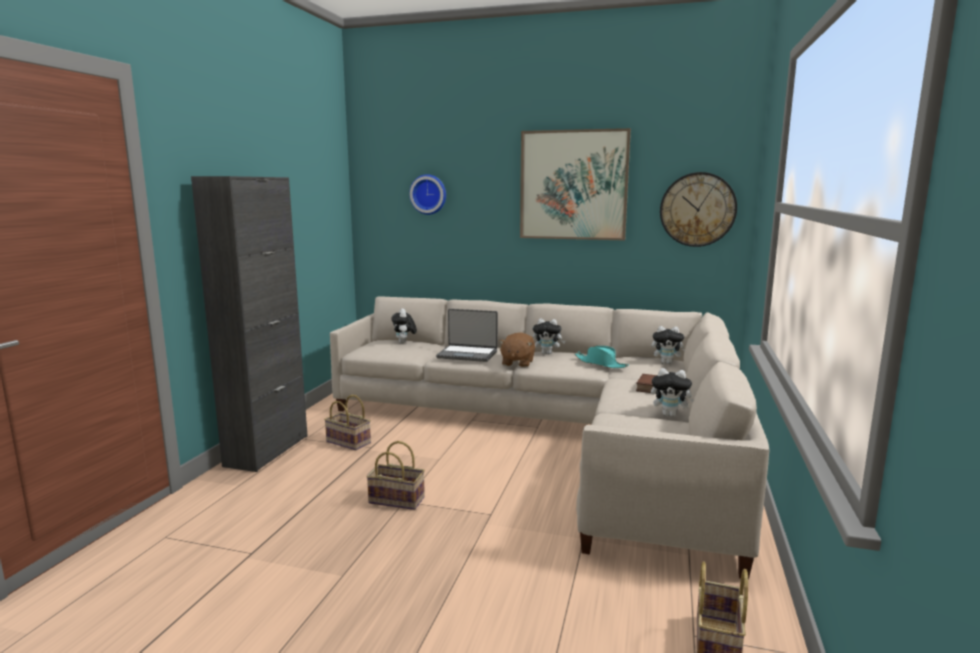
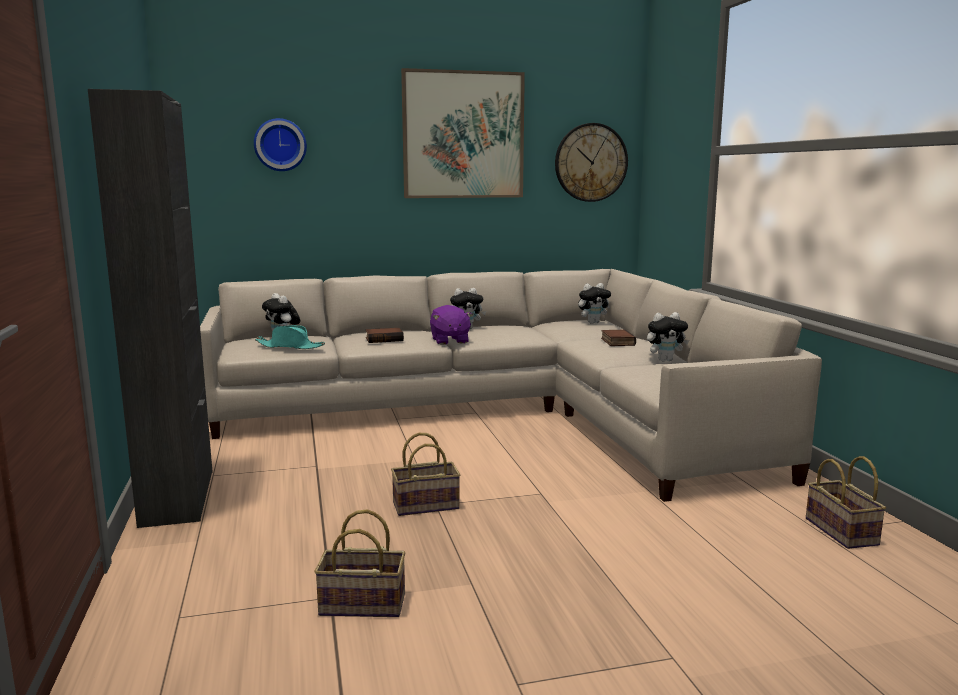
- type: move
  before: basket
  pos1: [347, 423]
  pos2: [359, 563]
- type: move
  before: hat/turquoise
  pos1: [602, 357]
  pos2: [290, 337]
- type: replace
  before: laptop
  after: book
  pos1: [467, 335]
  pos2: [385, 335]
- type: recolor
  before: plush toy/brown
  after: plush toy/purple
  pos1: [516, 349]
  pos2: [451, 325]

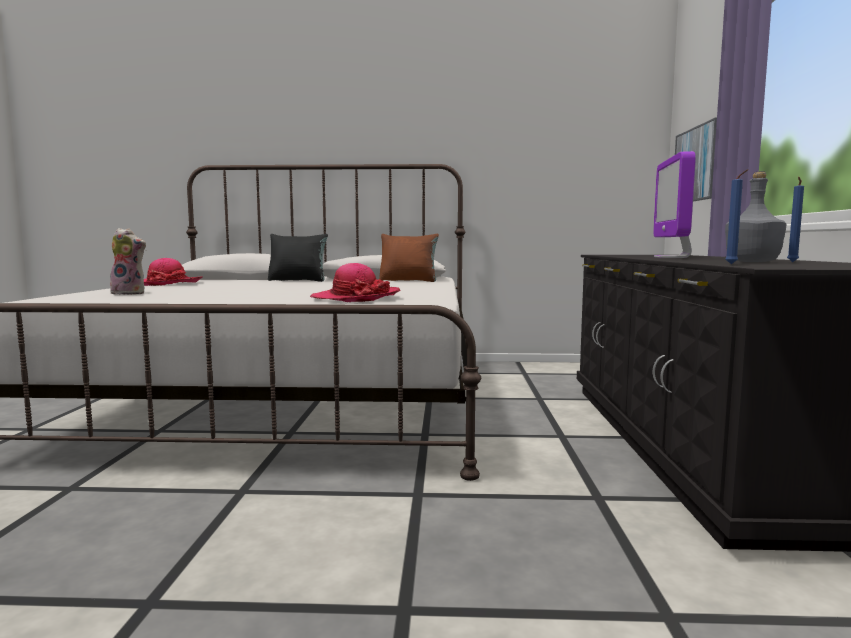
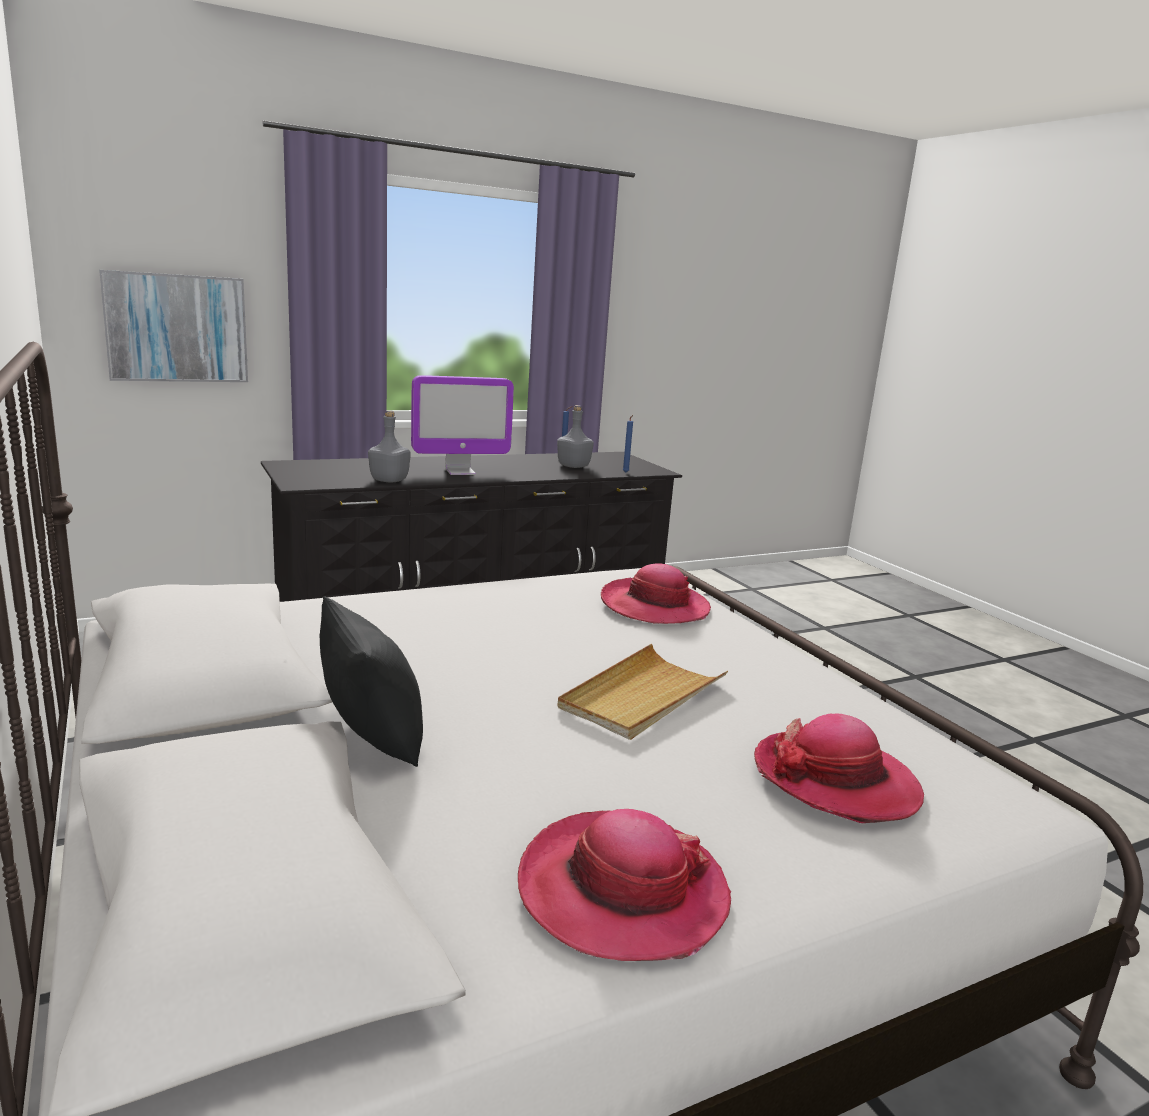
- type: delete
  before: pillow/brown
  pos1: [409, 258]
- type: insert
  after: bottle/grey
  pos2: [389, 446]
- type: insert
  after: tray/beige
  pos2: [642, 692]
- type: replace
  before: plush toy
  after: hat
  pos1: [128, 261]
  pos2: [839, 768]

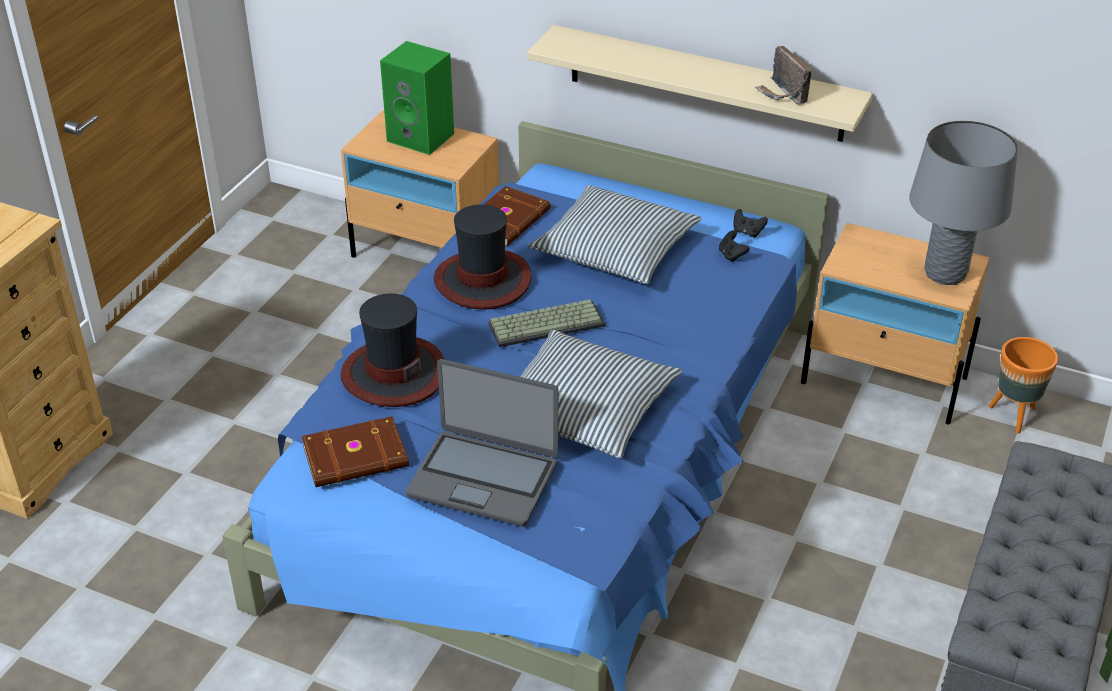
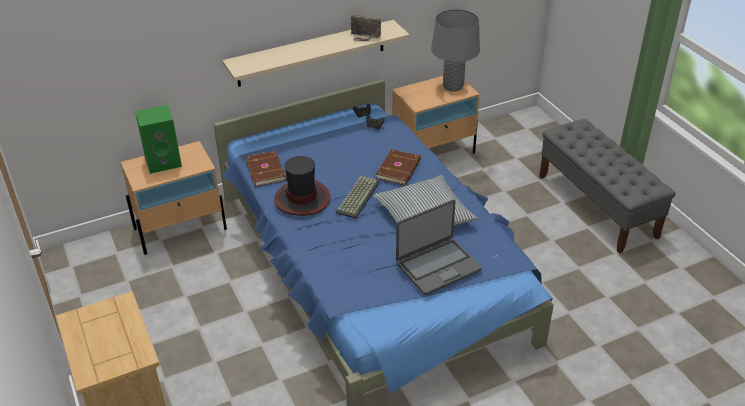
- type: delete
  before: hat
  pos1: [392, 350]
- type: delete
  before: pillow
  pos1: [615, 234]
- type: delete
  before: planter/orange
  pos1: [1023, 385]
- type: move
  before: book/brown
  pos1: [355, 451]
  pos2: [398, 167]

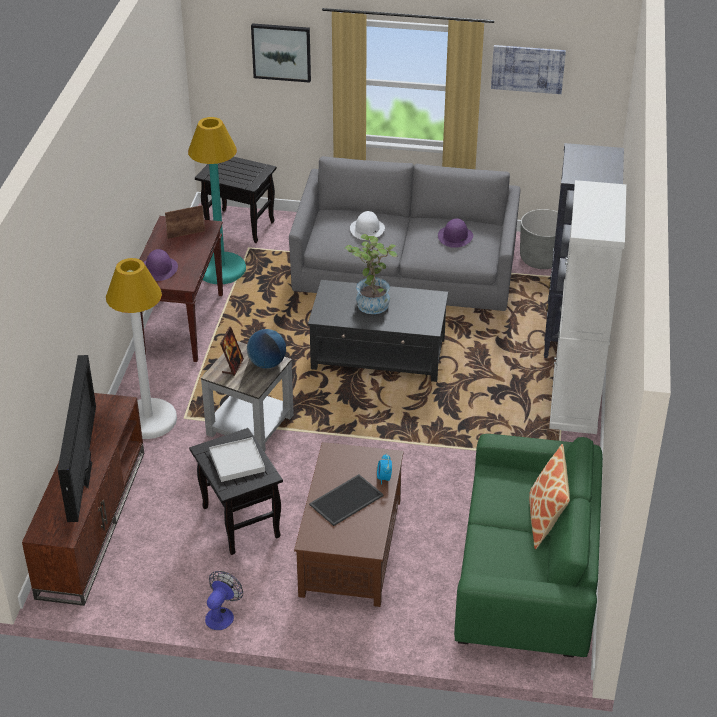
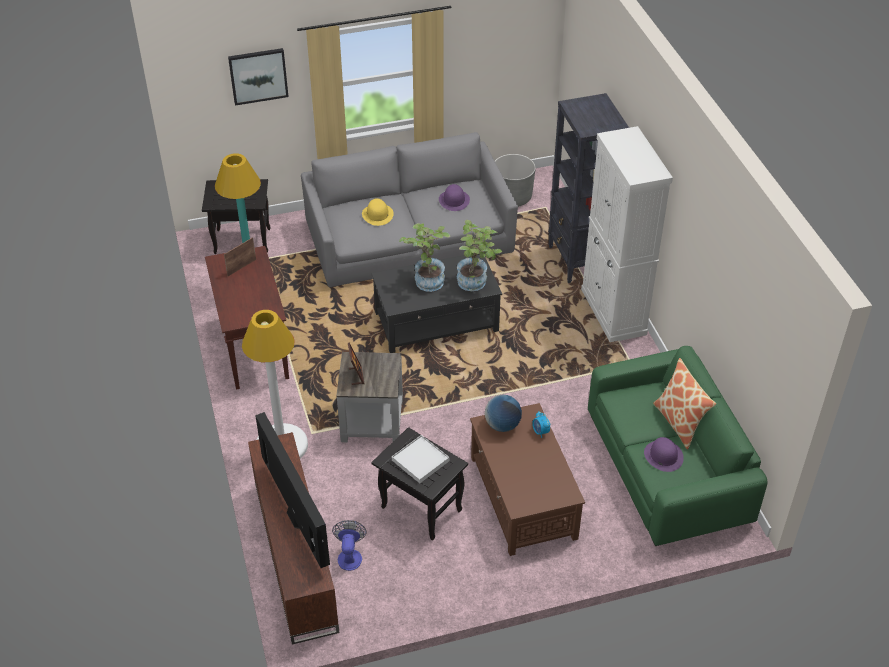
- type: delete
  before: tray
  pos1: [346, 500]
- type: delete
  before: picture
  pos1: [528, 69]
- type: insert
  after: potted plant
  pos2: [479, 255]
- type: move
  before: hat/purple
  pos1: [160, 265]
  pos2: [664, 454]
- type: move
  before: fan
  pos1: [224, 600]
  pos2: [349, 545]
- type: move
  before: globe
  pos1: [266, 348]
  pos2: [503, 413]
- type: recolor
  before: hat/white
  after: hat/yellow
  pos1: [367, 225]
  pos2: [378, 212]

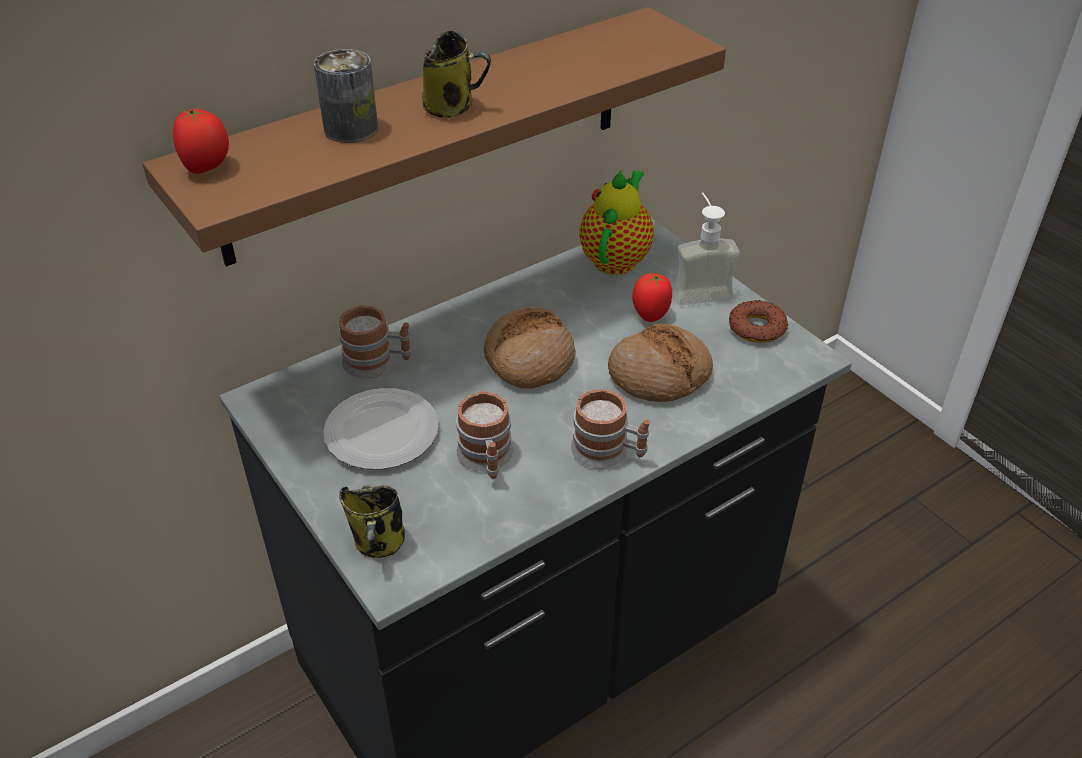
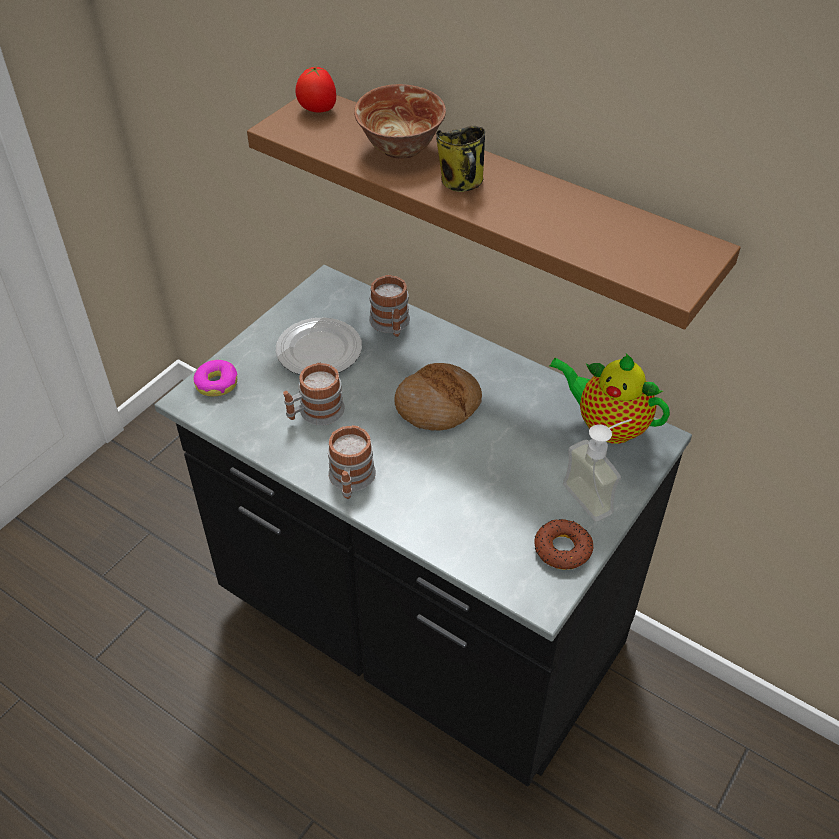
- type: delete
  before: bread
  pos1: [660, 363]
- type: delete
  before: tomato
  pos1: [652, 297]
- type: replace
  before: can
  after: bowl
  pos1: [346, 96]
  pos2: [400, 121]
- type: replace
  before: mug
  after: donut
  pos1: [372, 521]
  pos2: [215, 378]
- type: rotate
  before: teapot
  pos1: [616, 222]
  pos2: [609, 398]
  turn: -150

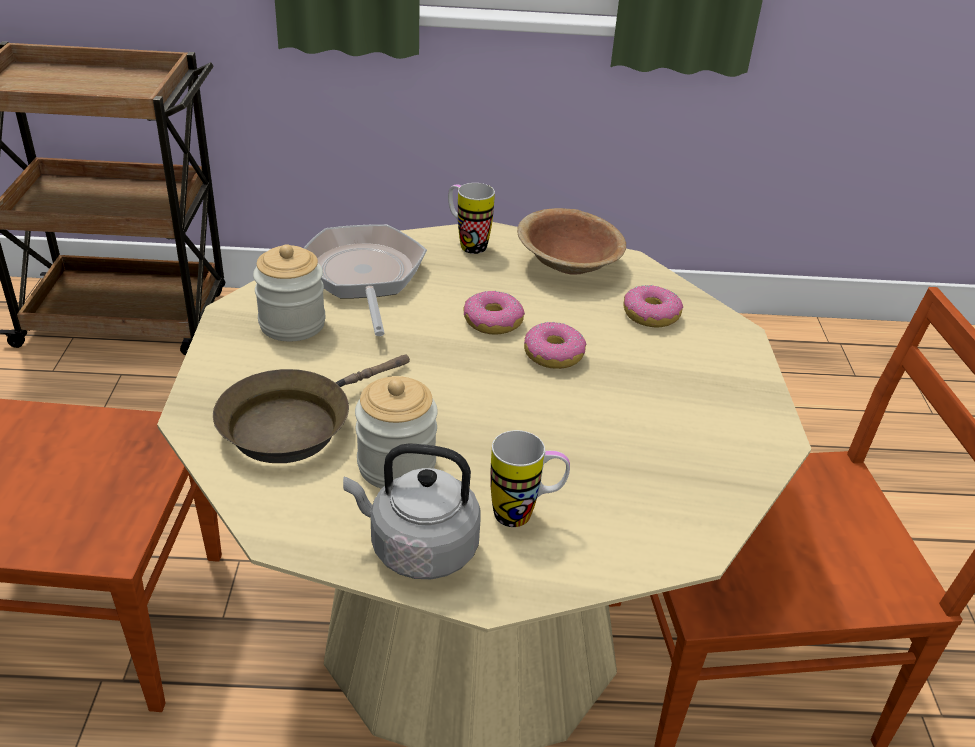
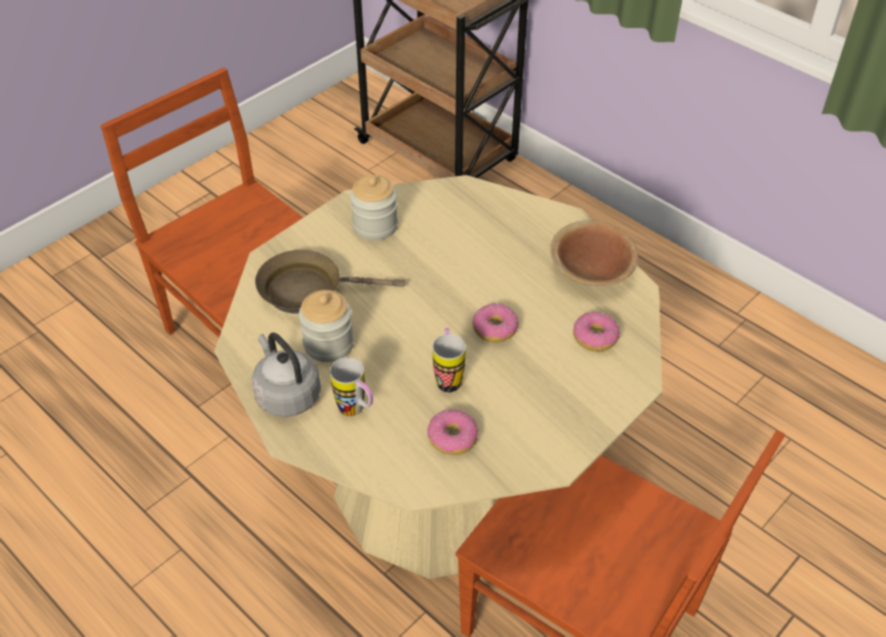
- type: delete
  before: frying pan
  pos1: [365, 280]
- type: move
  before: mug
  pos1: [471, 218]
  pos2: [449, 360]
- type: move
  before: donut
  pos1: [494, 312]
  pos2: [453, 432]

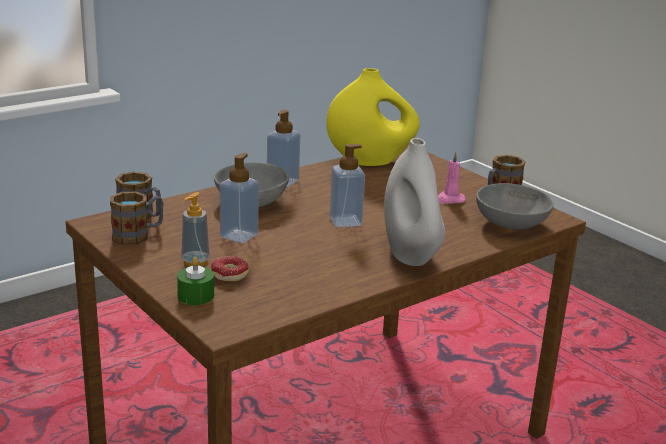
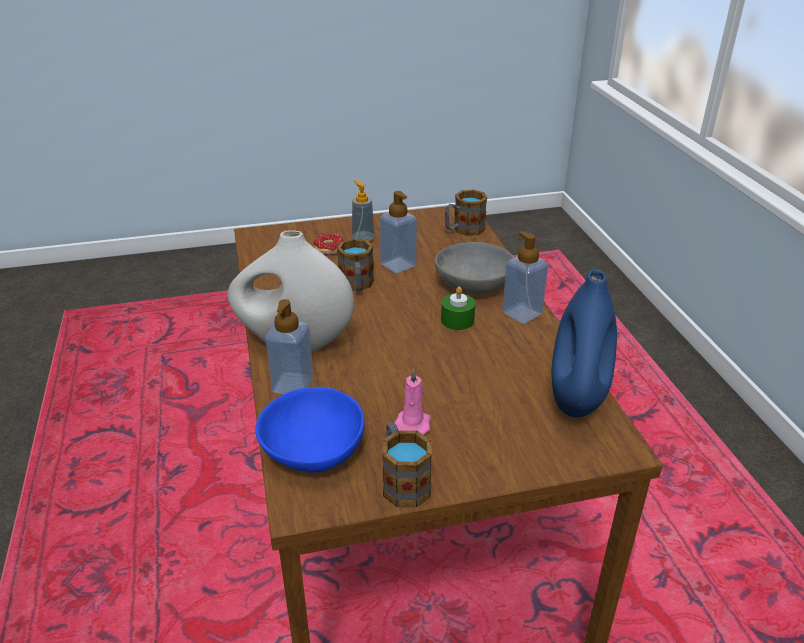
- type: move
  before: mug
  pos1: [136, 218]
  pos2: [355, 264]
- type: move
  before: candle/green
  pos1: [195, 281]
  pos2: [458, 308]
- type: move
  before: soap dispenser
  pos1: [347, 185]
  pos2: [289, 346]
- type: recolor
  before: vase/yellow
  after: vase/blue
  pos1: [373, 117]
  pos2: [584, 343]
- type: recolor
  before: bowl/grey
  after: bowl/blue
  pos1: [515, 206]
  pos2: [310, 430]

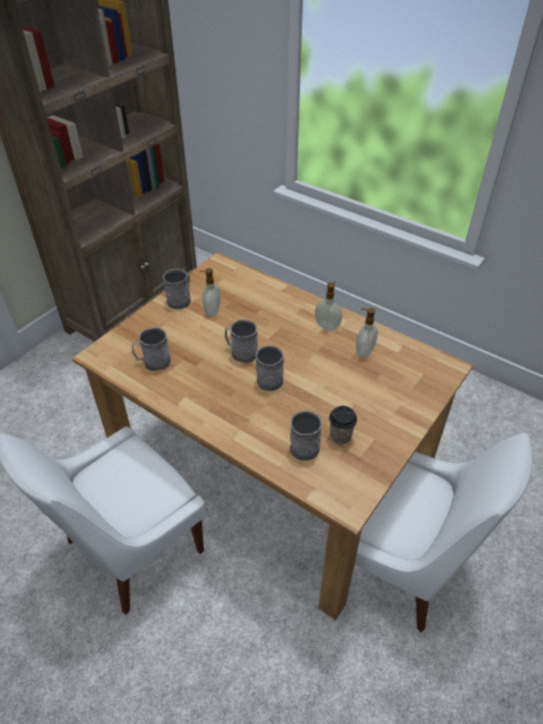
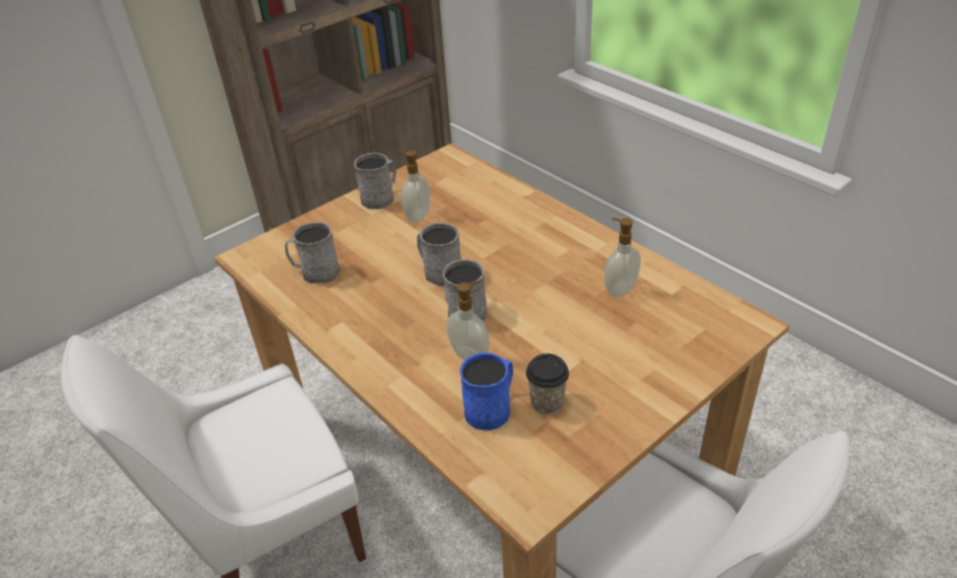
- type: move
  before: soap dispenser
  pos1: [328, 306]
  pos2: [468, 320]
- type: recolor
  before: mug/grey
  after: mug/blue
  pos1: [306, 436]
  pos2: [486, 391]

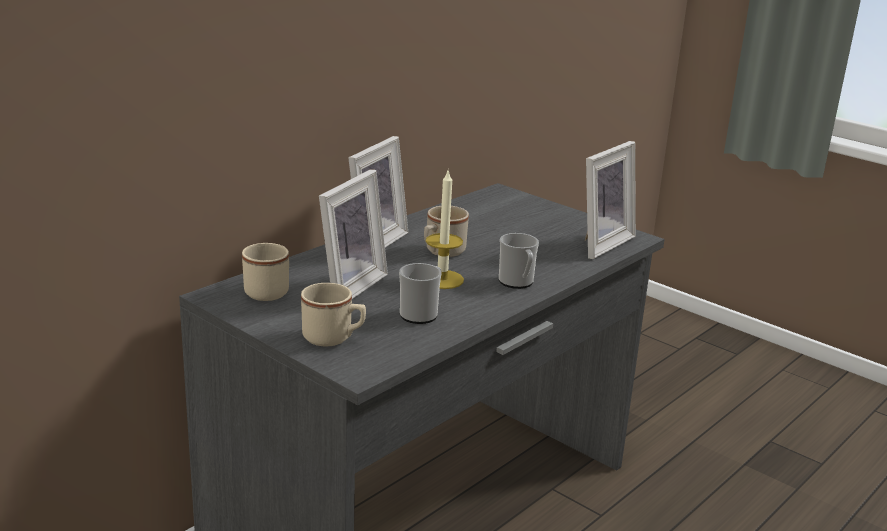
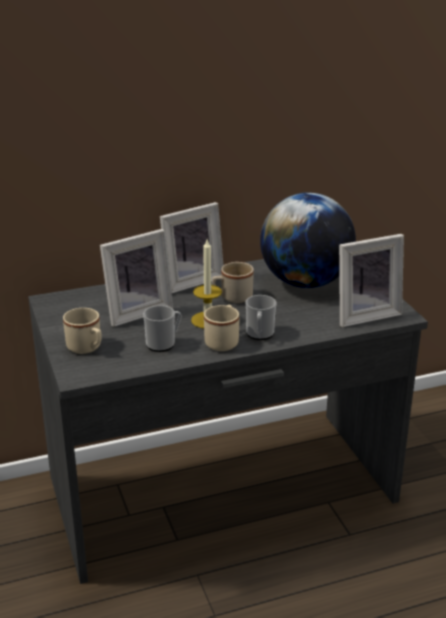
- type: insert
  after: globe
  pos2: [308, 240]
- type: move
  before: mug/beige
  pos1: [265, 272]
  pos2: [221, 328]

